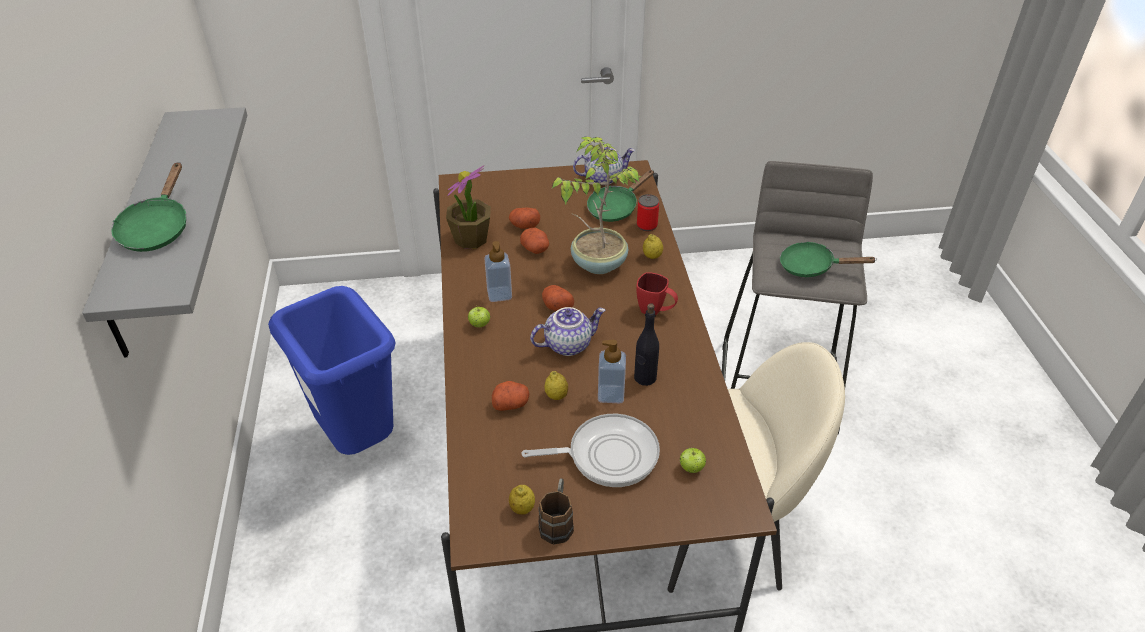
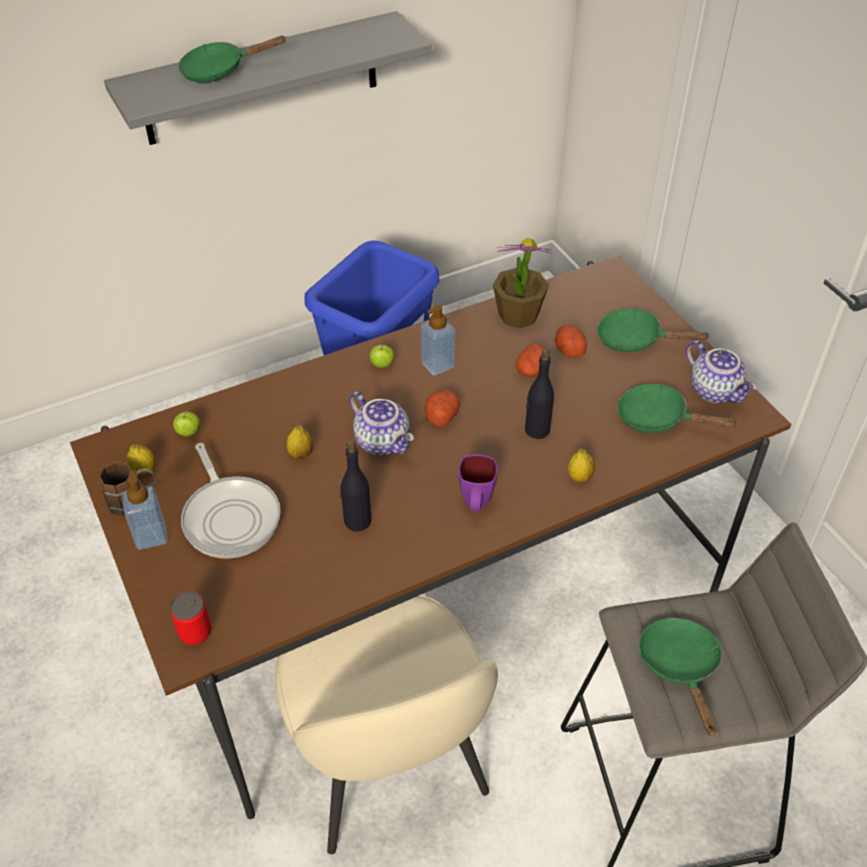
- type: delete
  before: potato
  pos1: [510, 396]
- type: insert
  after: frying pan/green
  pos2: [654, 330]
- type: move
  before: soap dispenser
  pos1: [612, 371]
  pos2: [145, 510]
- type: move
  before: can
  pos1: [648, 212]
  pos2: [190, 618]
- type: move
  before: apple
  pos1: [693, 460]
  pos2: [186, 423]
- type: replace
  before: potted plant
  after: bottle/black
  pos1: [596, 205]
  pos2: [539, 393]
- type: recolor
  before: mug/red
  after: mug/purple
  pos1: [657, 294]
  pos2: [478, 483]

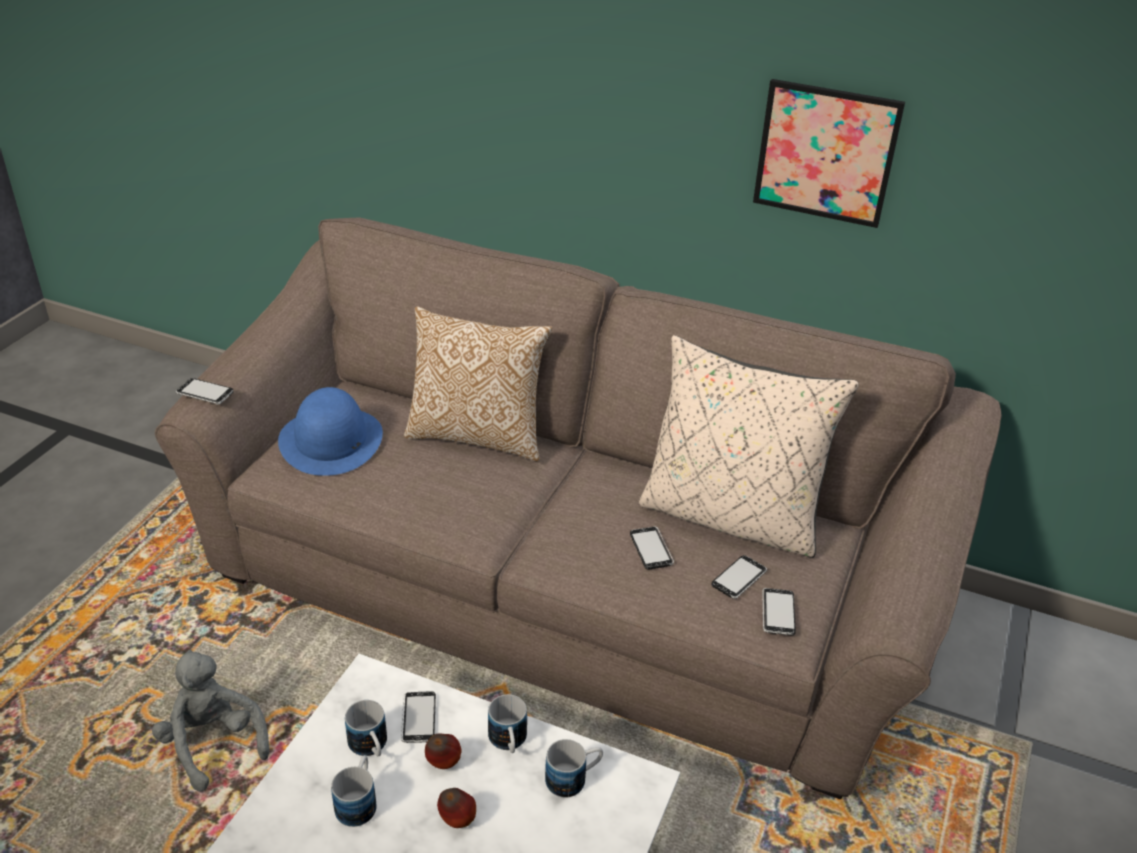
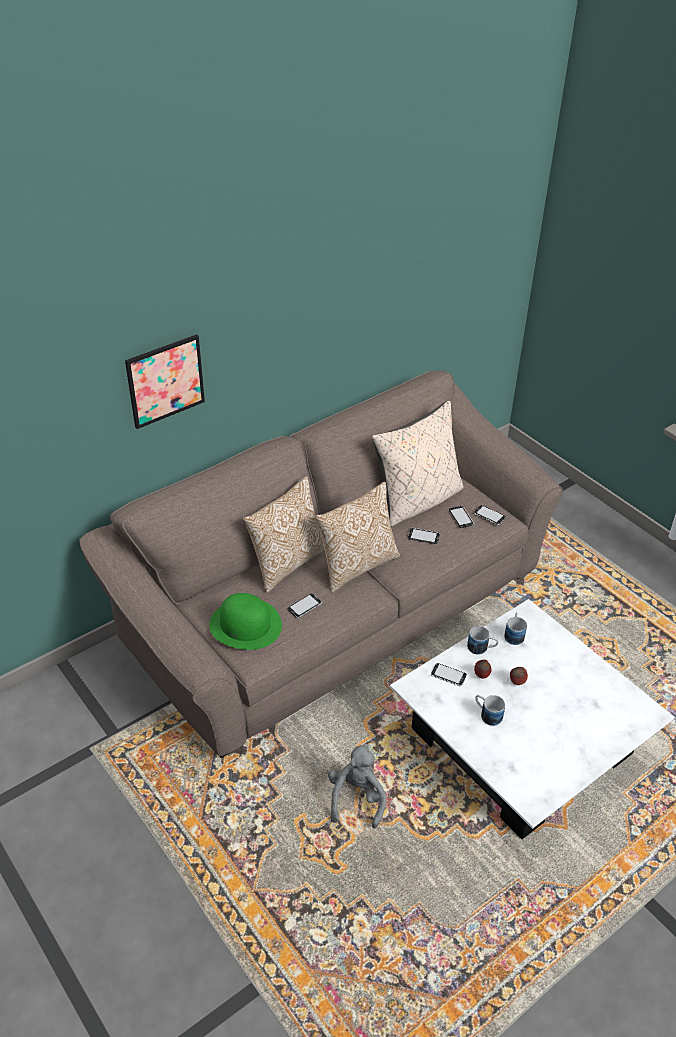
- type: delete
  before: mug
  pos1: [366, 728]
- type: insert
  after: pillow
  pos2: [357, 537]
- type: move
  before: phone
  pos1: [205, 391]
  pos2: [305, 606]
- type: move
  before: picture
  pos1: [829, 153]
  pos2: [165, 381]
- type: recolor
  before: hat/blue
  after: hat/green
  pos1: [330, 431]
  pos2: [245, 621]
- type: rotate
  before: plush toy/grey
  pos1: [210, 721]
  pos2: [357, 786]
  turn: 105

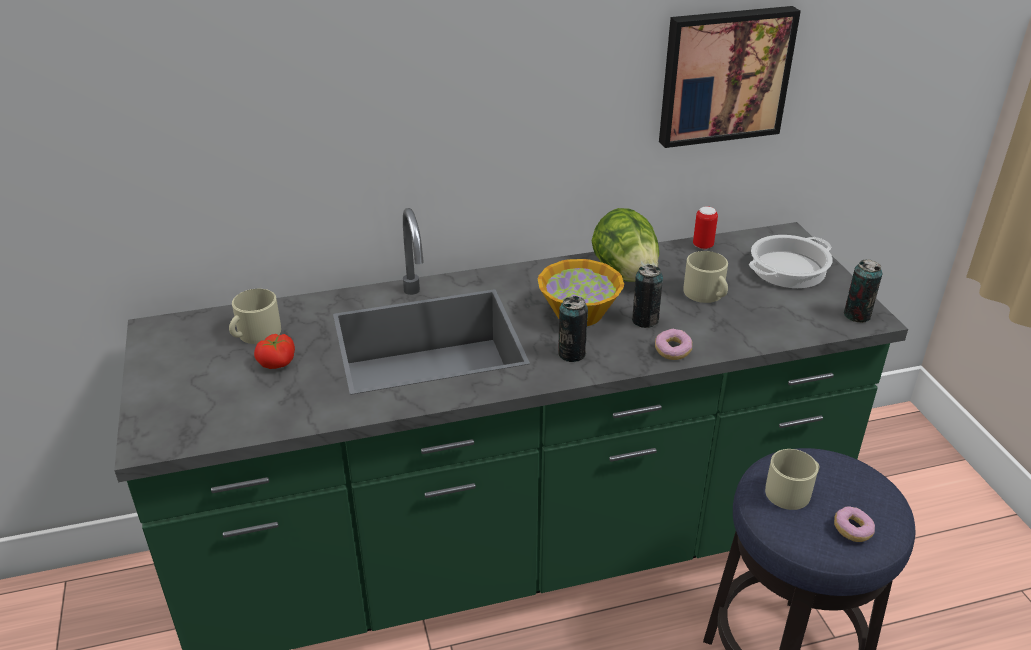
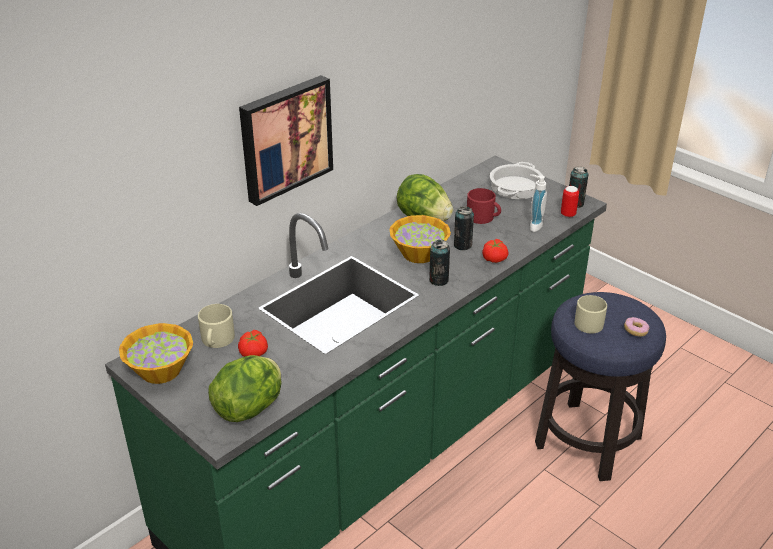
- type: insert
  after: bowl
  pos2: [156, 353]
- type: insert
  after: lettuce
  pos2: [245, 388]
- type: insert
  after: soap dispenser
  pos2: [538, 203]
- type: move
  before: picture
  pos1: [730, 77]
  pos2: [286, 140]
- type: move
  before: can
  pos1: [705, 227]
  pos2: [570, 201]
- type: replace
  before: donut
  after: tomato
  pos1: [673, 344]
  pos2: [495, 251]
- type: recolor
  before: mug/beige
  after: mug/red
  pos1: [706, 277]
  pos2: [484, 206]

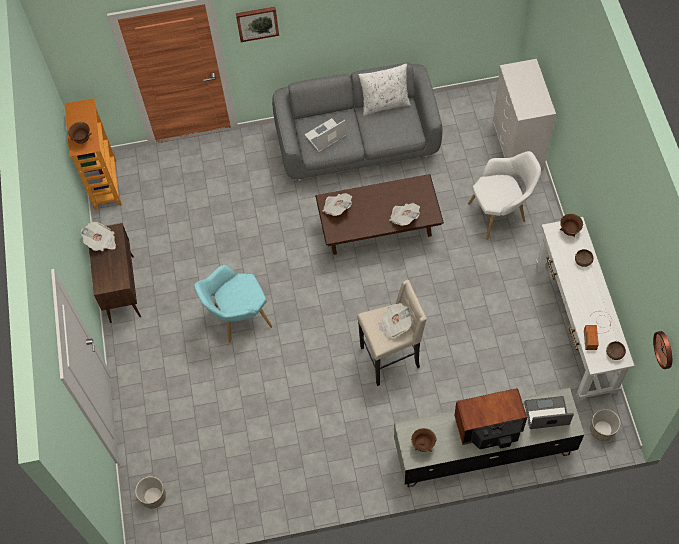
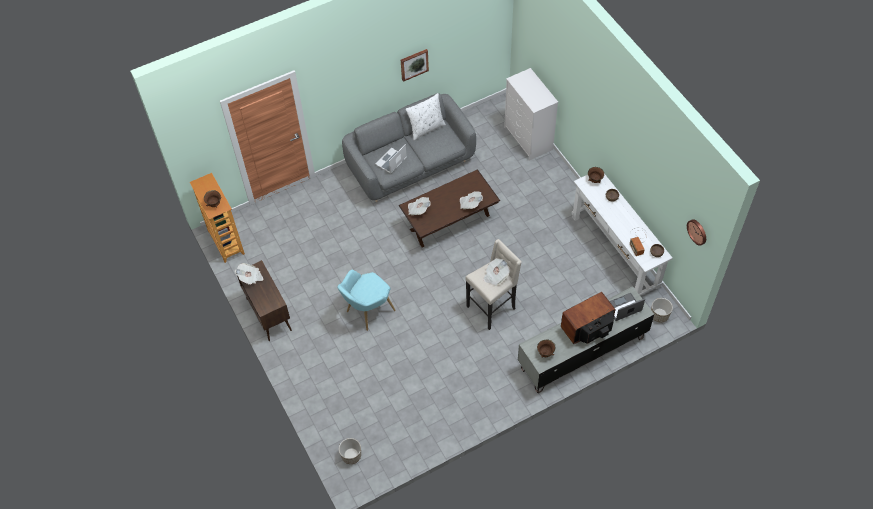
- type: delete
  before: armchair/white
  pos1: [504, 195]
- type: move
  before: picture
  pos1: [257, 24]
  pos2: [415, 65]

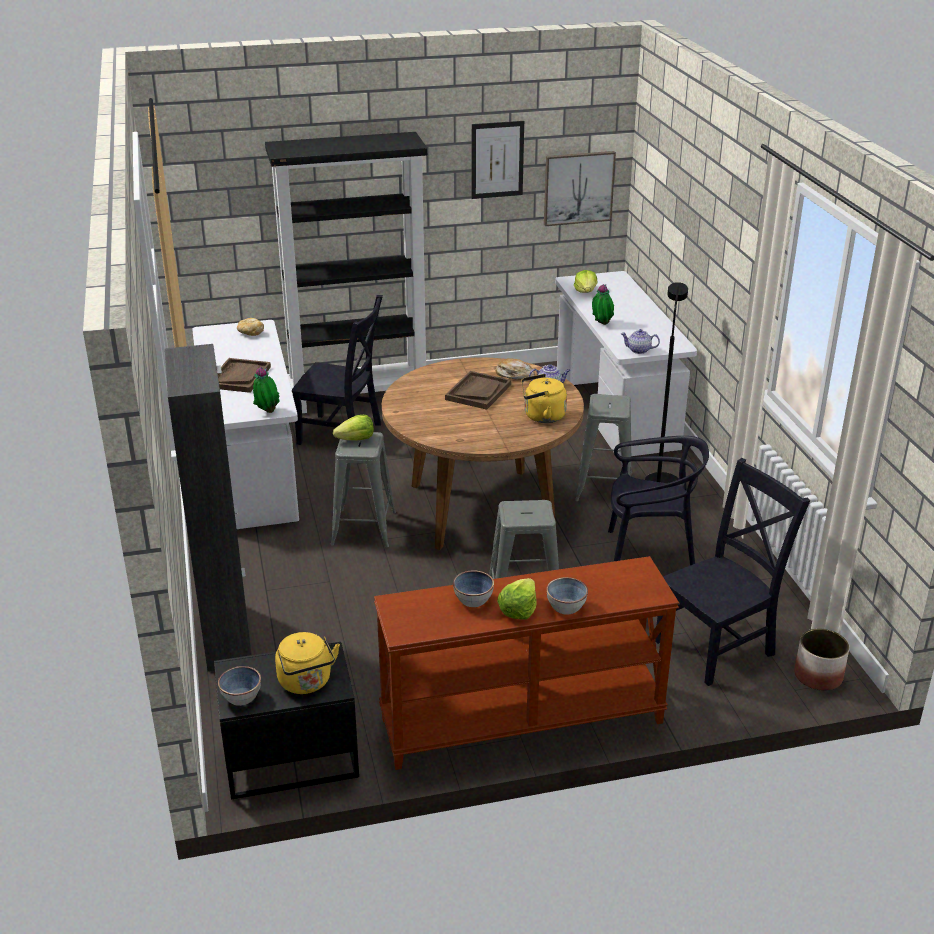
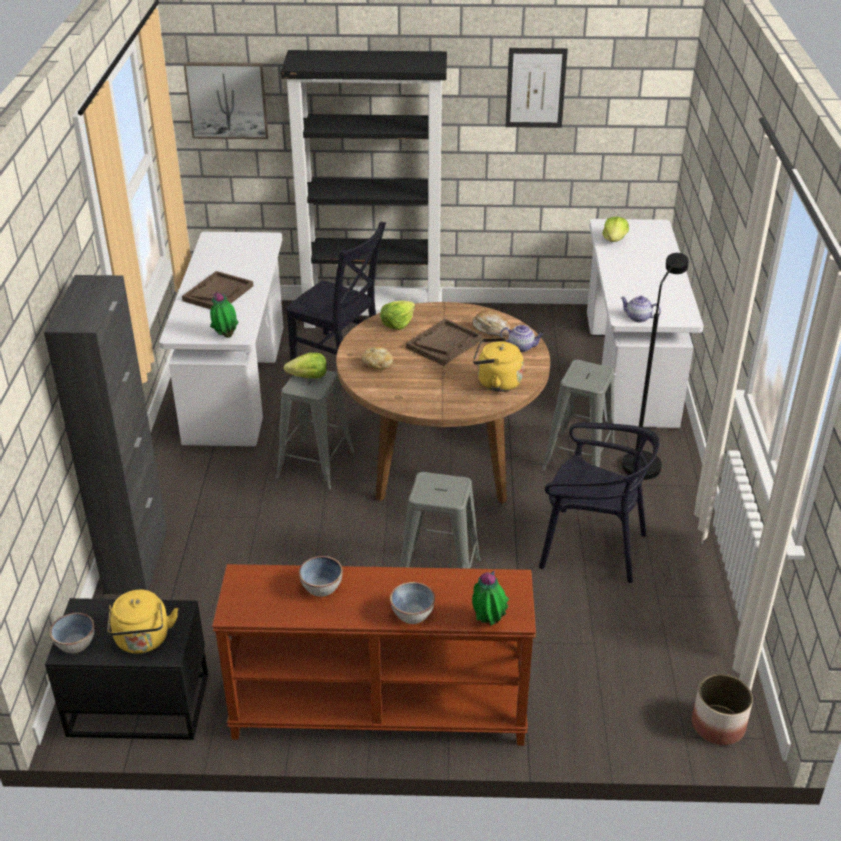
- type: delete
  before: chair/black
  pos1: [732, 572]
- type: move
  before: bread
  pos1: [250, 327]
  pos2: [377, 358]
- type: move
  before: lettuce
  pos1: [517, 598]
  pos2: [397, 315]
- type: move
  before: picture
  pos1: [580, 188]
  pos2: [225, 100]
- type: move
  before: potted plant
  pos1: [603, 304]
  pos2: [490, 597]

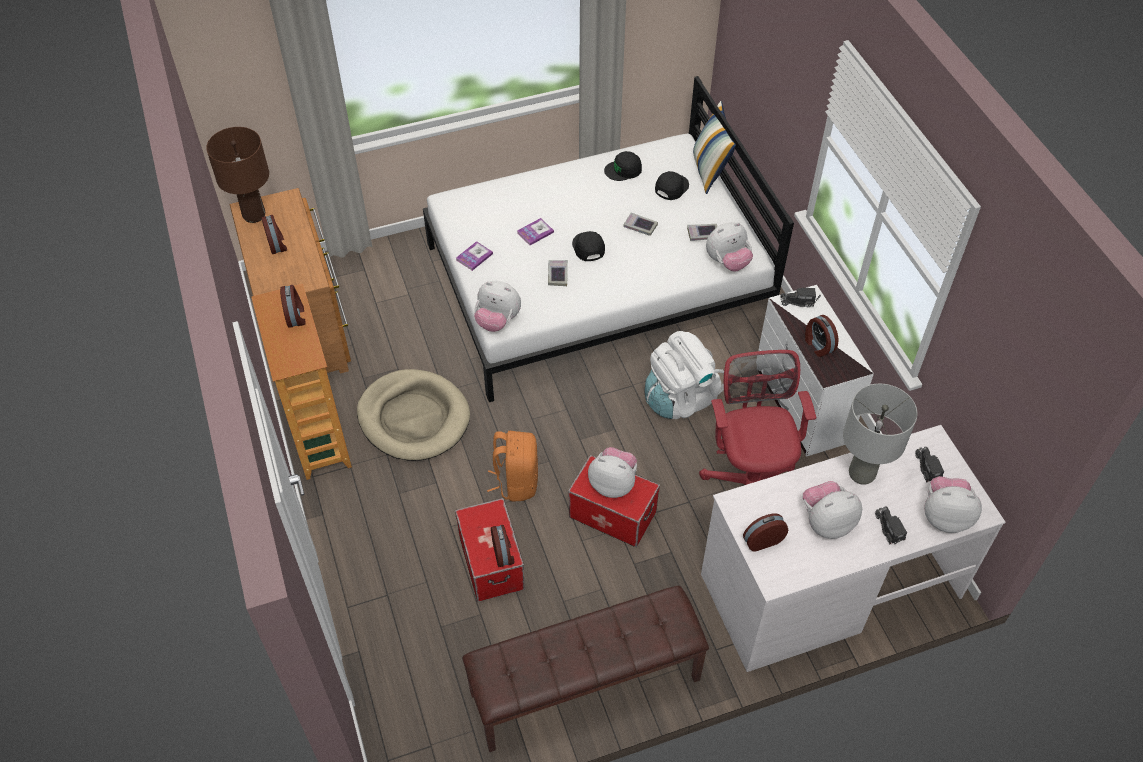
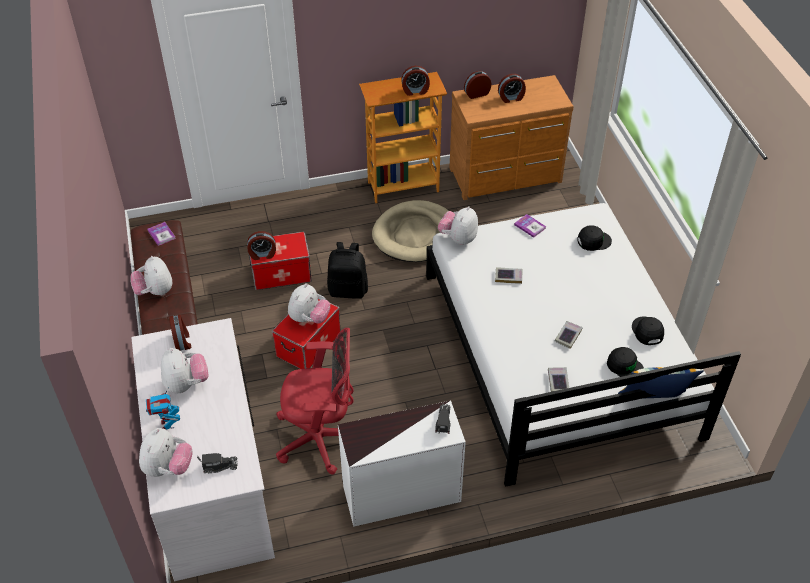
- type: delete
  before: table lamp/brown
  pos1: [237, 175]
- type: delete
  before: backpack/white
  pos1: [684, 375]
- type: delete
  before: table lamp/grey
  pos1: [880, 434]
- type: move
  before: book
  pos1: [535, 231]
  pos2: [161, 234]
- type: move
  before: cap/black
  pos1: [588, 246]
  pos2: [594, 238]
- type: move
  before: plush toy
  pos1: [729, 246]
  pos2: [151, 275]
- type: move
  before: alarm clock
  pos1: [821, 336]
  pos2: [477, 85]
- type: replace
  before: toy truck
  after: toy robot
  pos1: [891, 525]
  pos2: [163, 408]
- type: recolor
  before: backpack/orange
  after: backpack/black
  pos1: [512, 466]
  pos2: [347, 270]

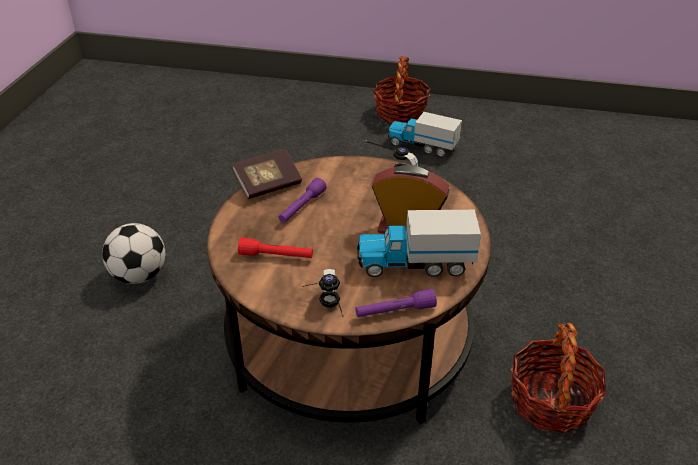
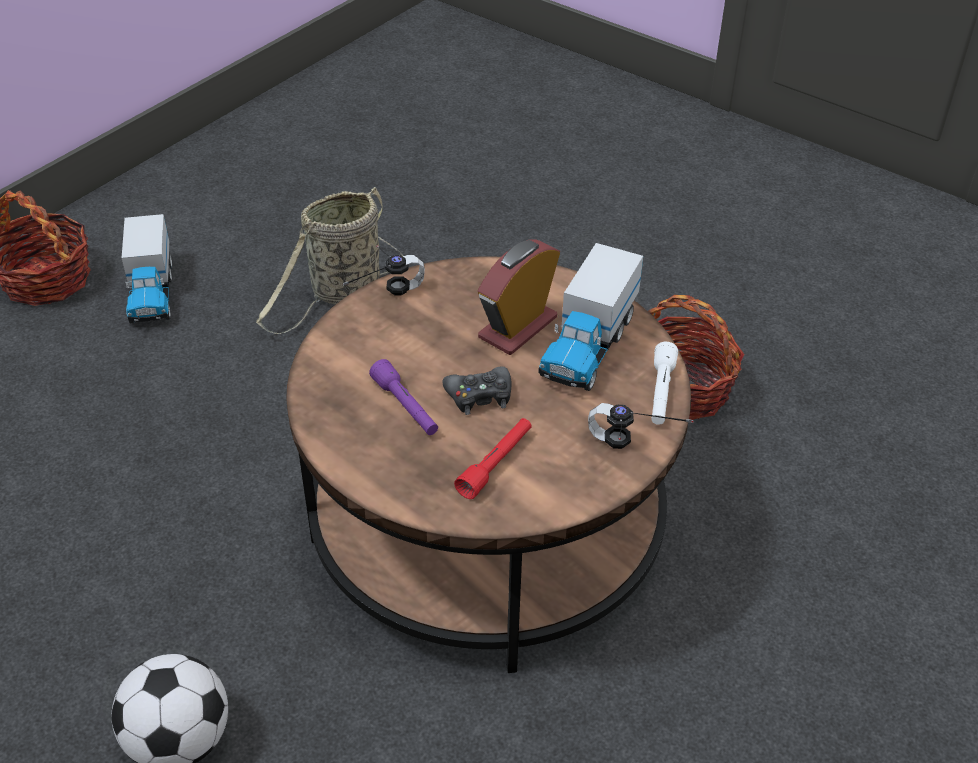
- type: delete
  before: book
  pos1: [266, 174]
- type: insert
  after: basket
  pos2: [329, 260]
- type: insert
  after: game controller/black
  pos2: [476, 391]
- type: recolor
  before: flashlight/purple
  after: flashlight/white
  pos1: [396, 303]
  pos2: [664, 383]
- type: rotate
  before: toy truck
  pos1: [425, 134]
  pos2: [147, 268]
  turn: -60

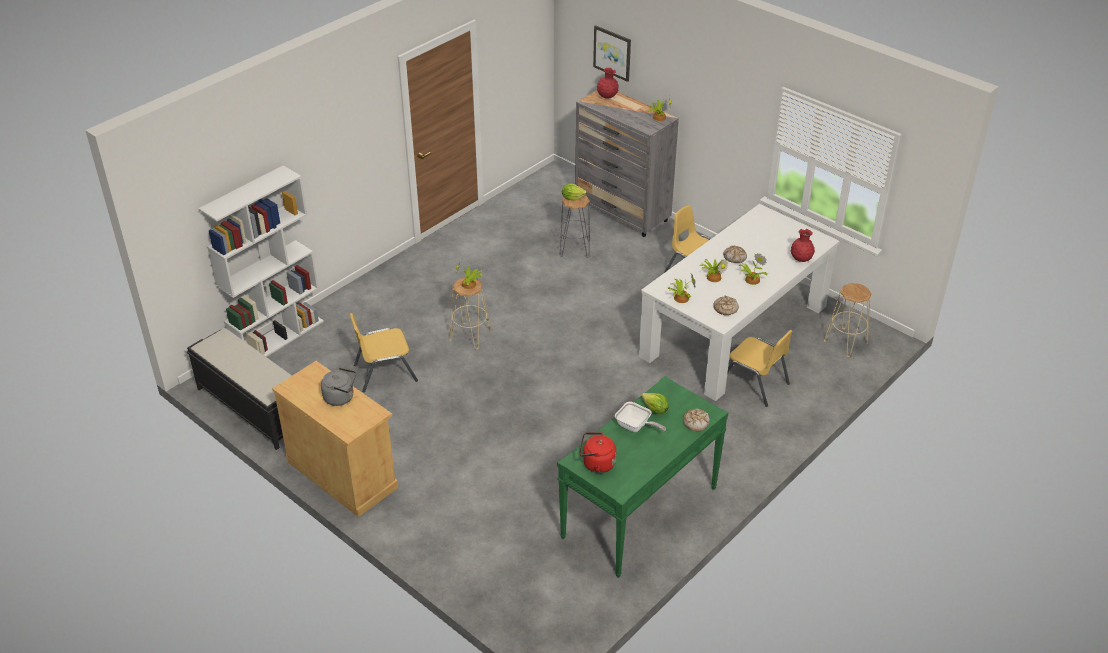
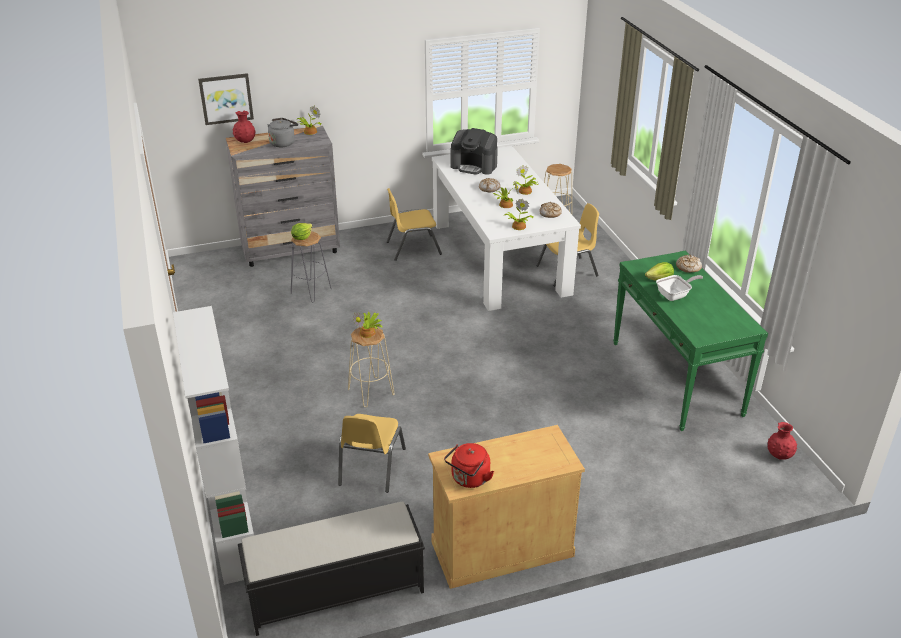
- type: insert
  after: coffee machine
  pos2: [474, 151]
- type: move
  before: kettle/grey
  pos1: [338, 387]
  pos2: [282, 132]
- type: move
  before: kettle/red
  pos1: [598, 452]
  pos2: [469, 465]
- type: move
  before: vase/red
  pos1: [803, 245]
  pos2: [782, 441]

